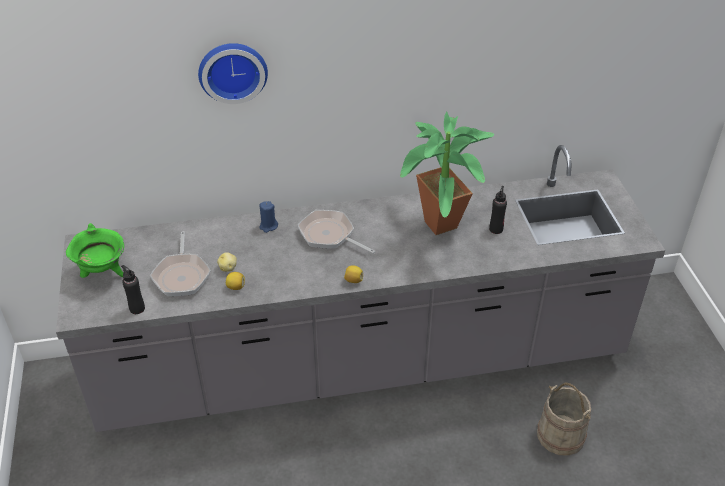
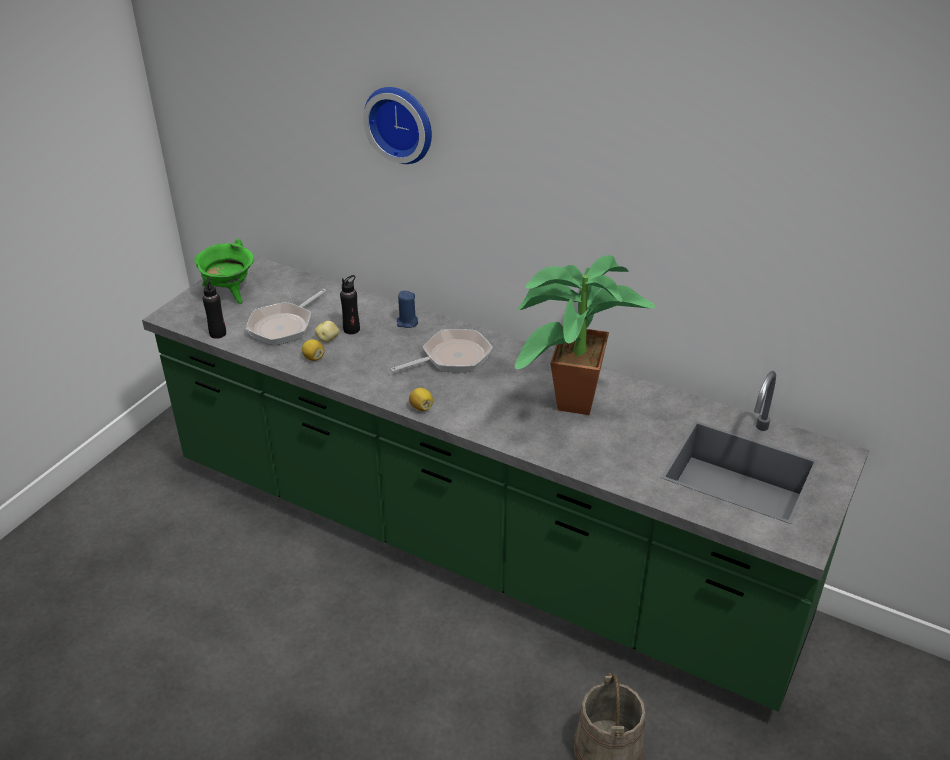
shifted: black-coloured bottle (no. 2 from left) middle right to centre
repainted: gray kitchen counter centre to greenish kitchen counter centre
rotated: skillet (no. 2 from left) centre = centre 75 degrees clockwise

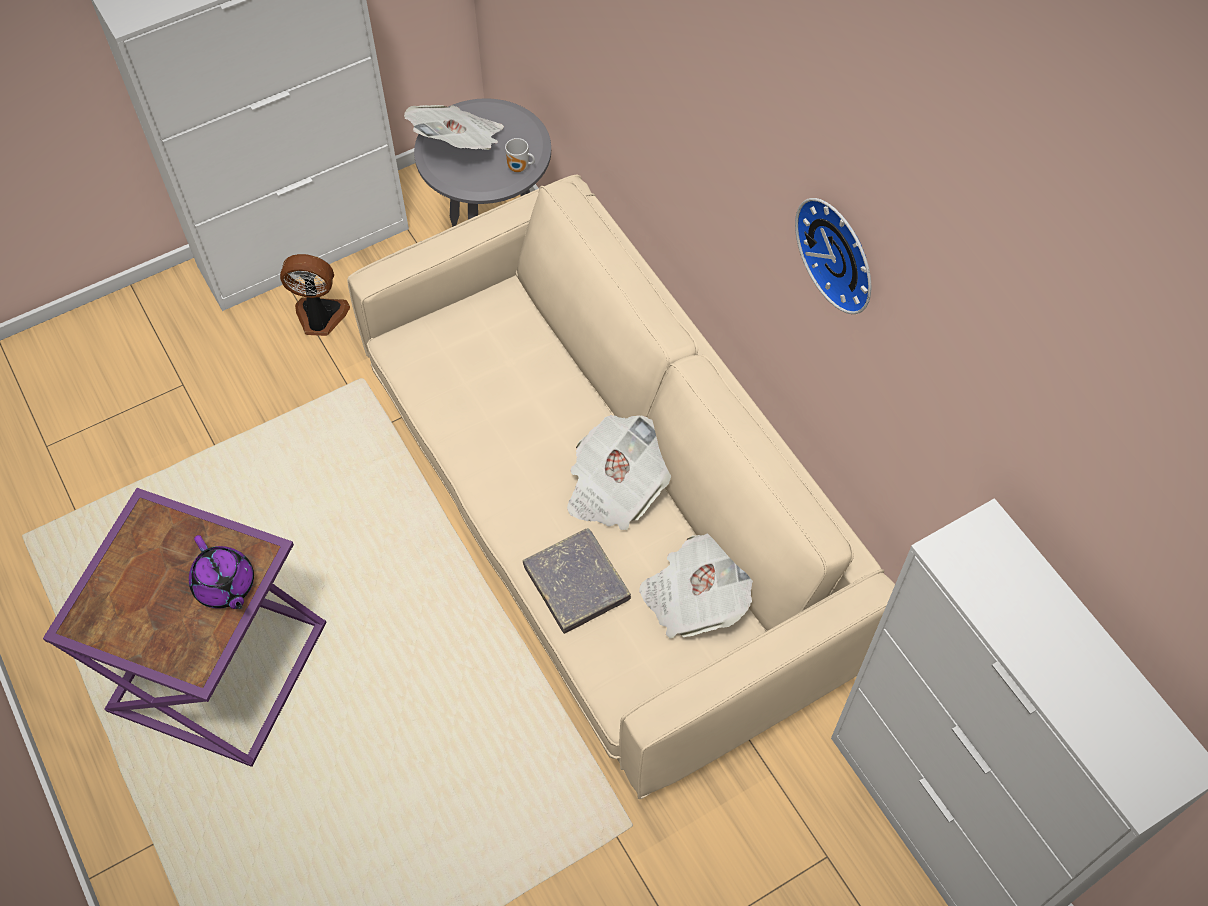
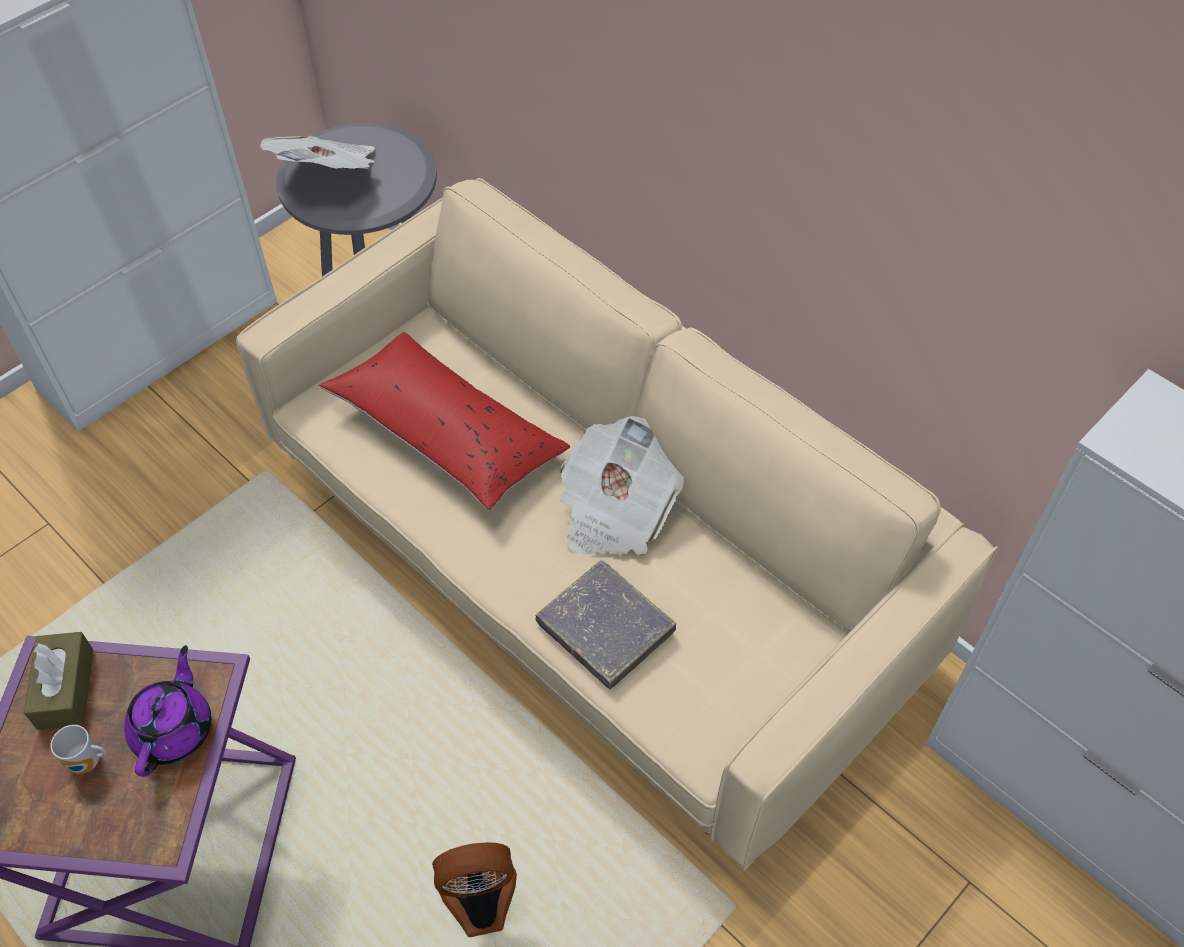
gone: printed paper (no. 3 from left) centre; wall clock top right
new: brown-coloured tissue holder bottom left; red throw pillow centre
shifted: mug top centre to bottom left; fan top left to bottom centre
rotated: purplish pot for tea middle left = bottom left 120 degrees counterclockwise

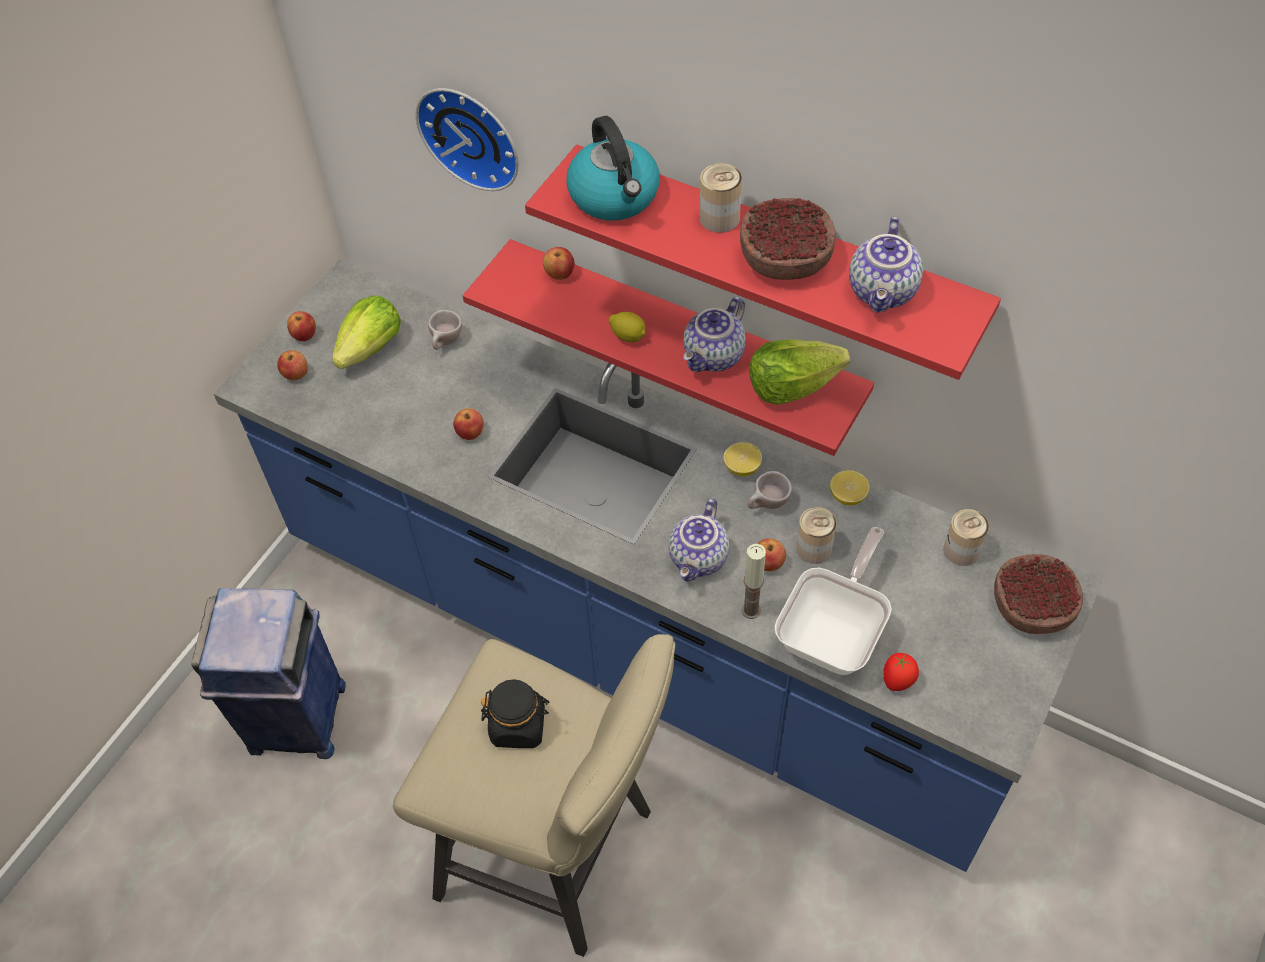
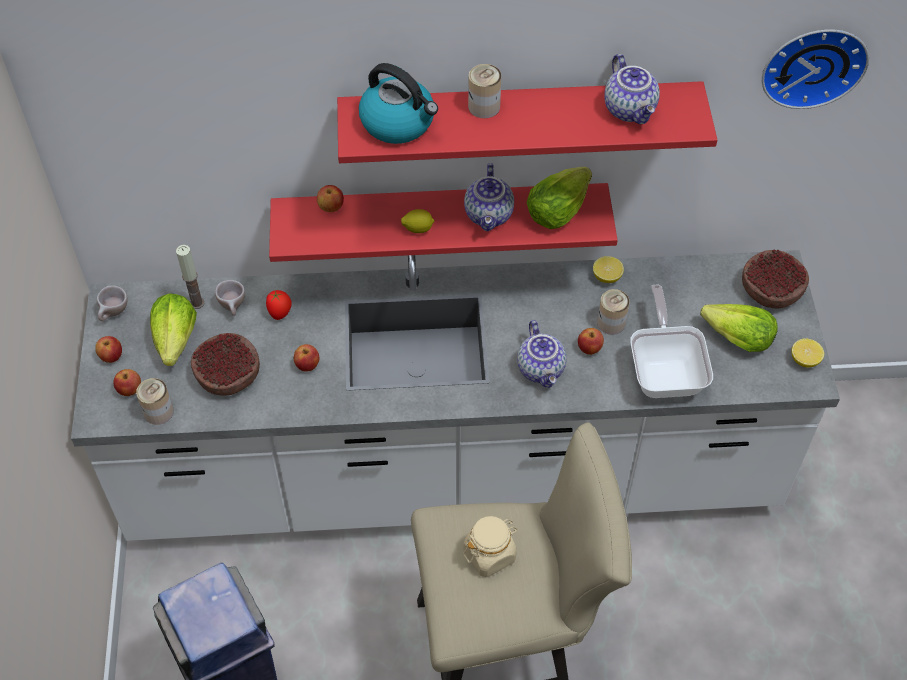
new: lettuce head (no. 3 from left) middle right
shifted: beige small cup (no. 2 from left in the first image) centre to beige small cup (no. 1 from left) middle left; metal can (no. 3 from left in the first image) middle right to metal can (no. 1 from left) middle left; candle centre to middle left; deep dish (no. 1 from left) top centre to middle left; whole tomato bottom right to middle left; wall clock top centre to top right; lemon (no. 2 from left in the first image) centre to lemon (no. 3 from left) middle right
repainted: blue kitchen counter centre to white-coloured kitchen counter centre; black-coloured preserve jar bottom centre to beige preserve jar bottom centre

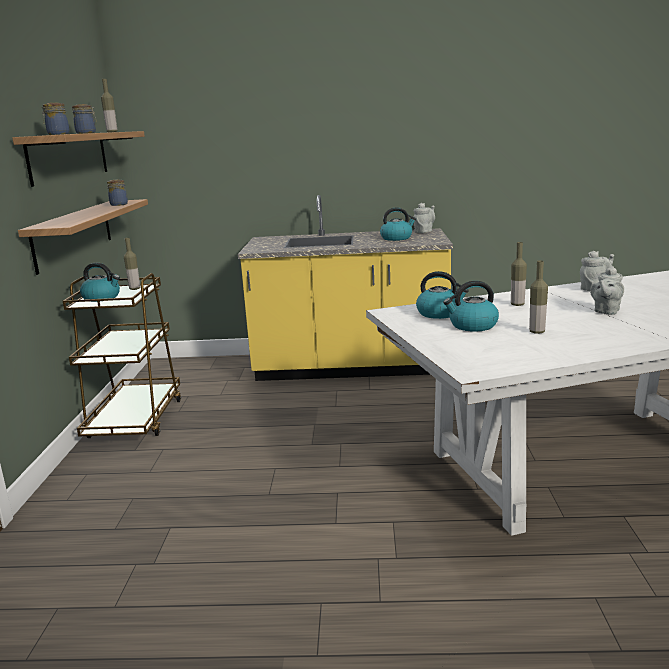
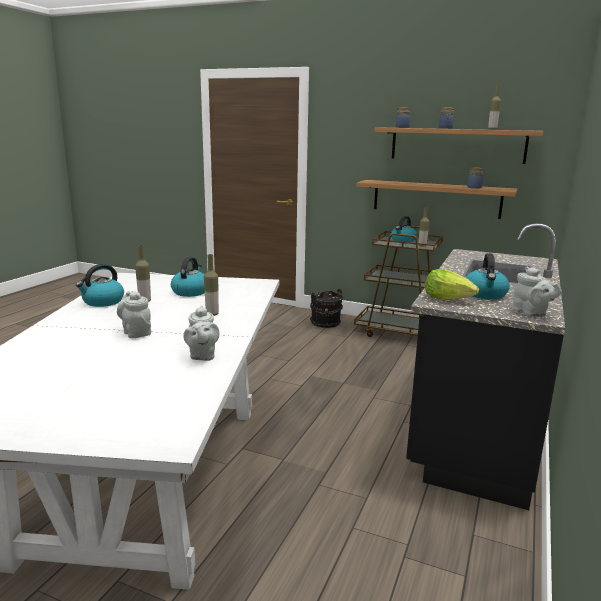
new: black-coloured water bucket centre; lettuce head middle right
shifted: water kettle (no. 3 from left in the first image) centre to water kettle (no. 1 from left) middle left
repainted: yellowish kitchen counter centre to black-coloured kitchen counter middle right

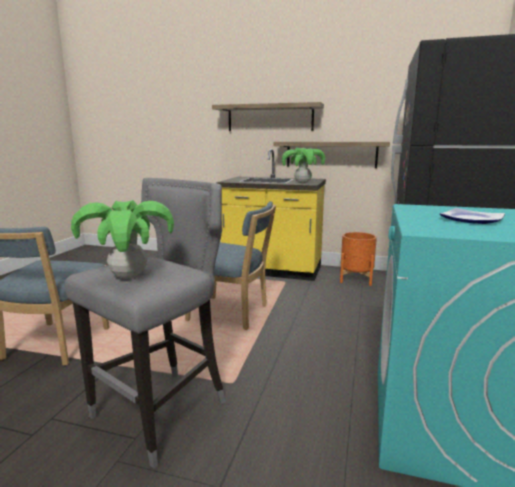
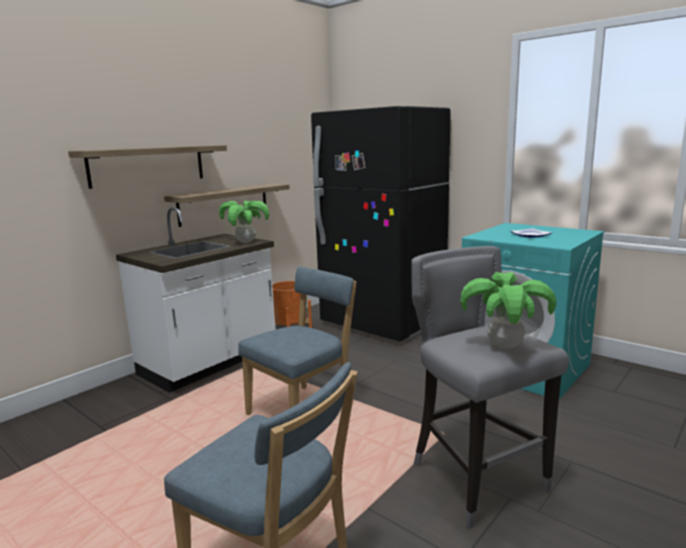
repainted: yellowish kitchen counter centre to white-coloured kitchen counter middle left

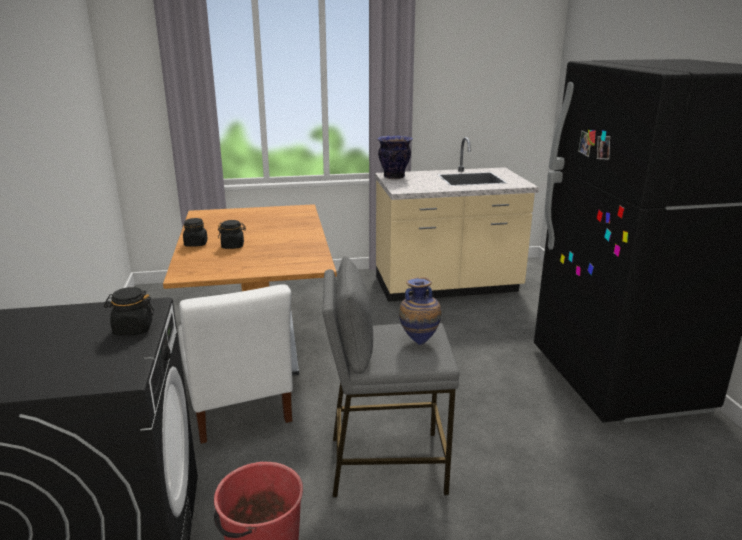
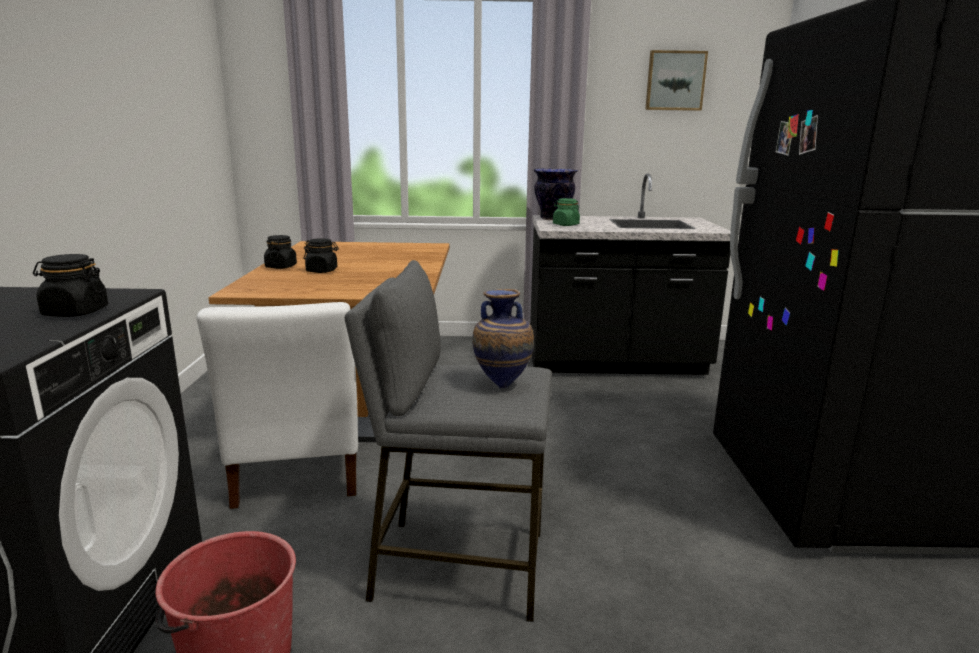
new: greenish preserve jar top centre; wall art top right
repainted: beige kitchen counter centre to black-coloured kitchen counter centre

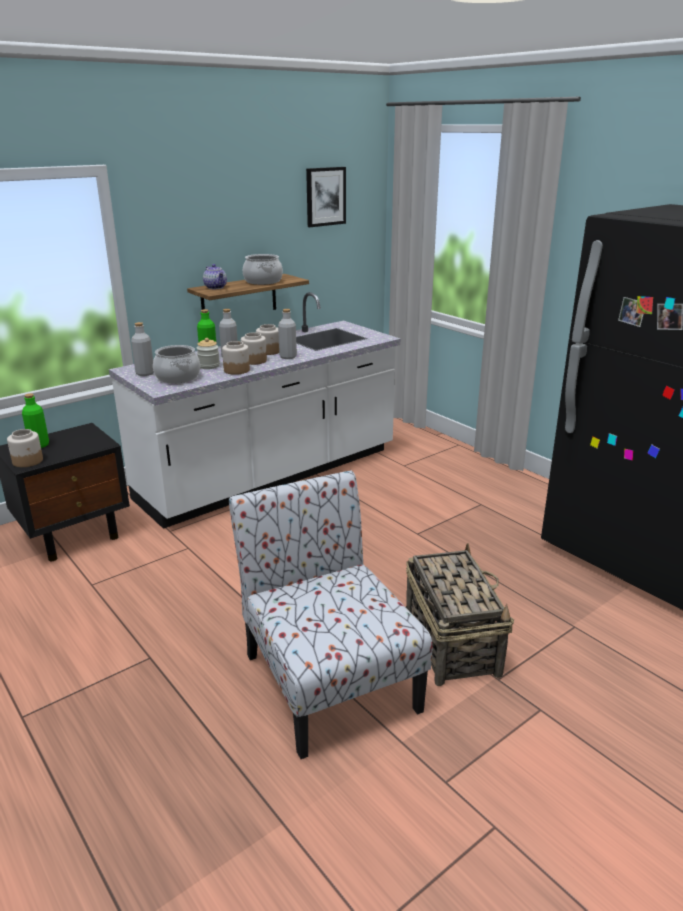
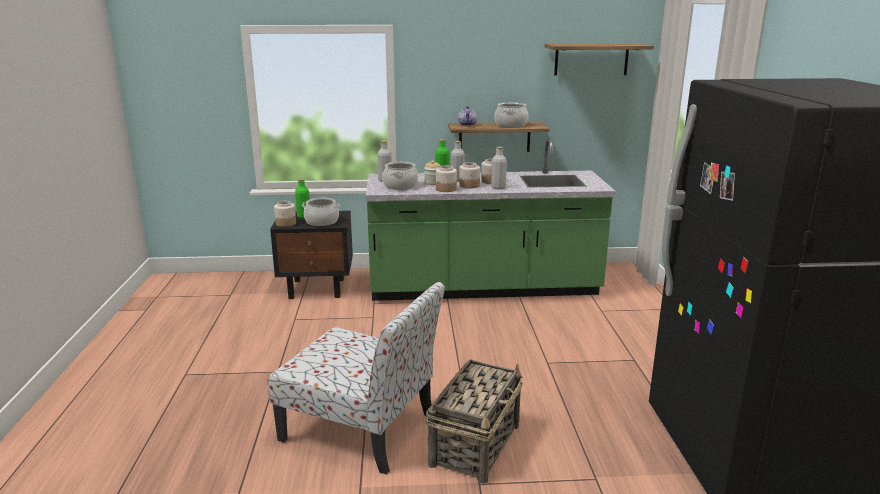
new: stockpot (no. 1 from left) centre
swapped: wall art top centre to wall shelf (no. 2 from left) top right
repainted: white-coloured kitchen counter centre to greenish kitchen counter centre
rotated: plain chair bottom centre = bottom centre 105 degrees clockwise

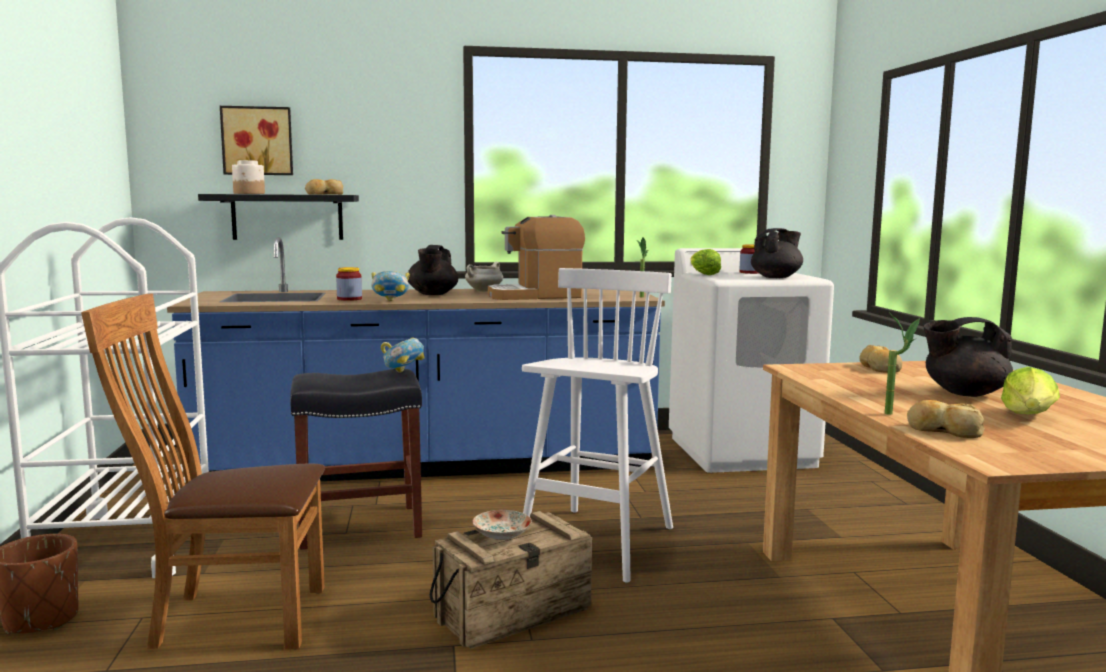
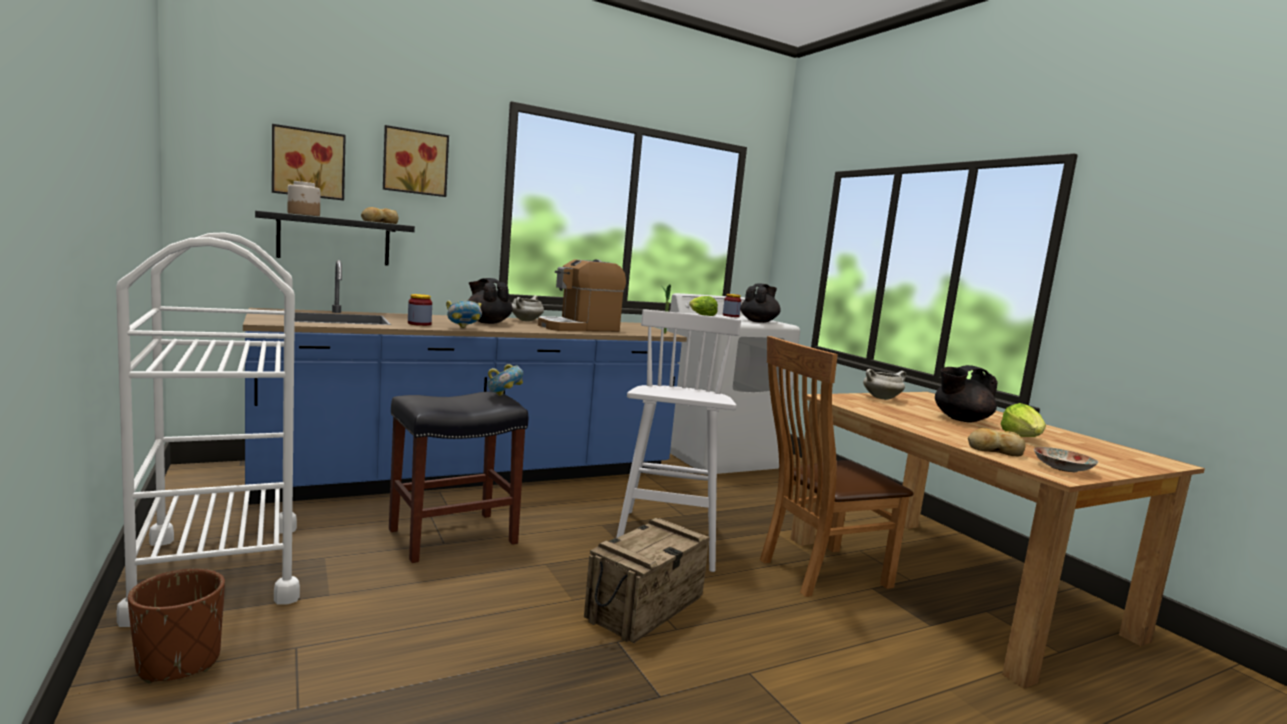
gone: houseplant (no. 2 from left) middle right
new: wall art (no. 2 from left) top left
shifted: brown-coloured plain chair bottom left to centre; flat dish bottom centre to middle right
swapped: bread (no. 2 from left) middle right to white-coloured stockpot (no. 2 from left) middle right
rotated: black-coloured pot for tea (no. 1 from left) centre = centre 150 degrees clockwise

